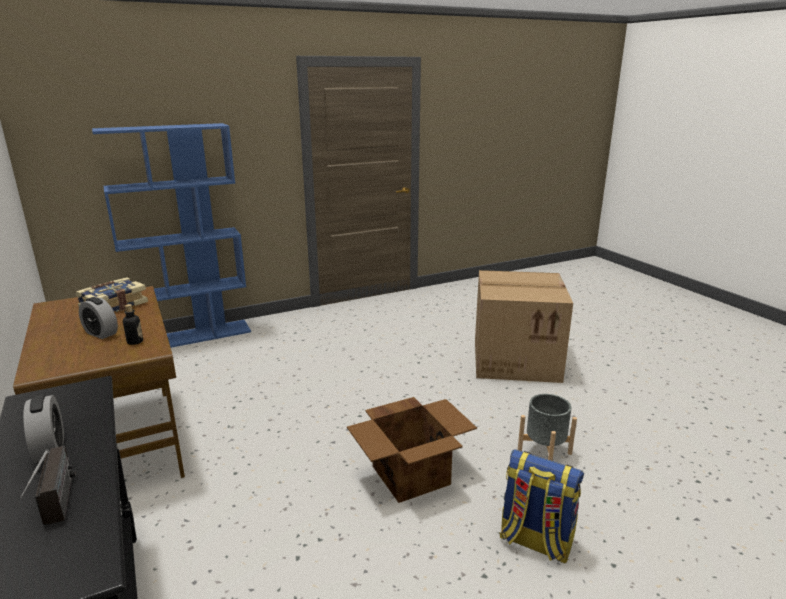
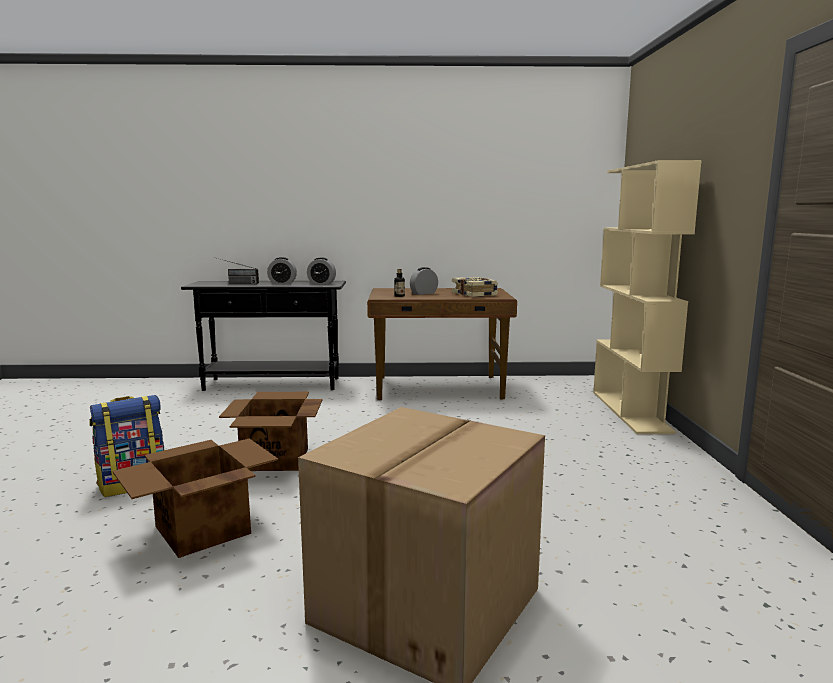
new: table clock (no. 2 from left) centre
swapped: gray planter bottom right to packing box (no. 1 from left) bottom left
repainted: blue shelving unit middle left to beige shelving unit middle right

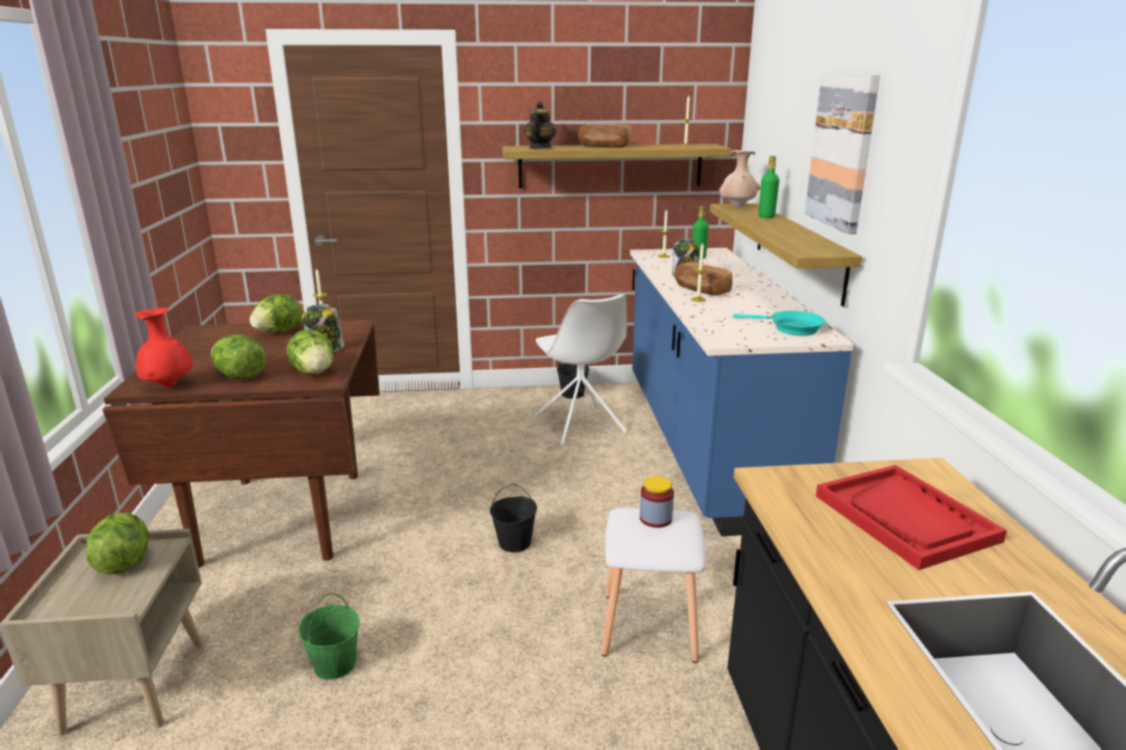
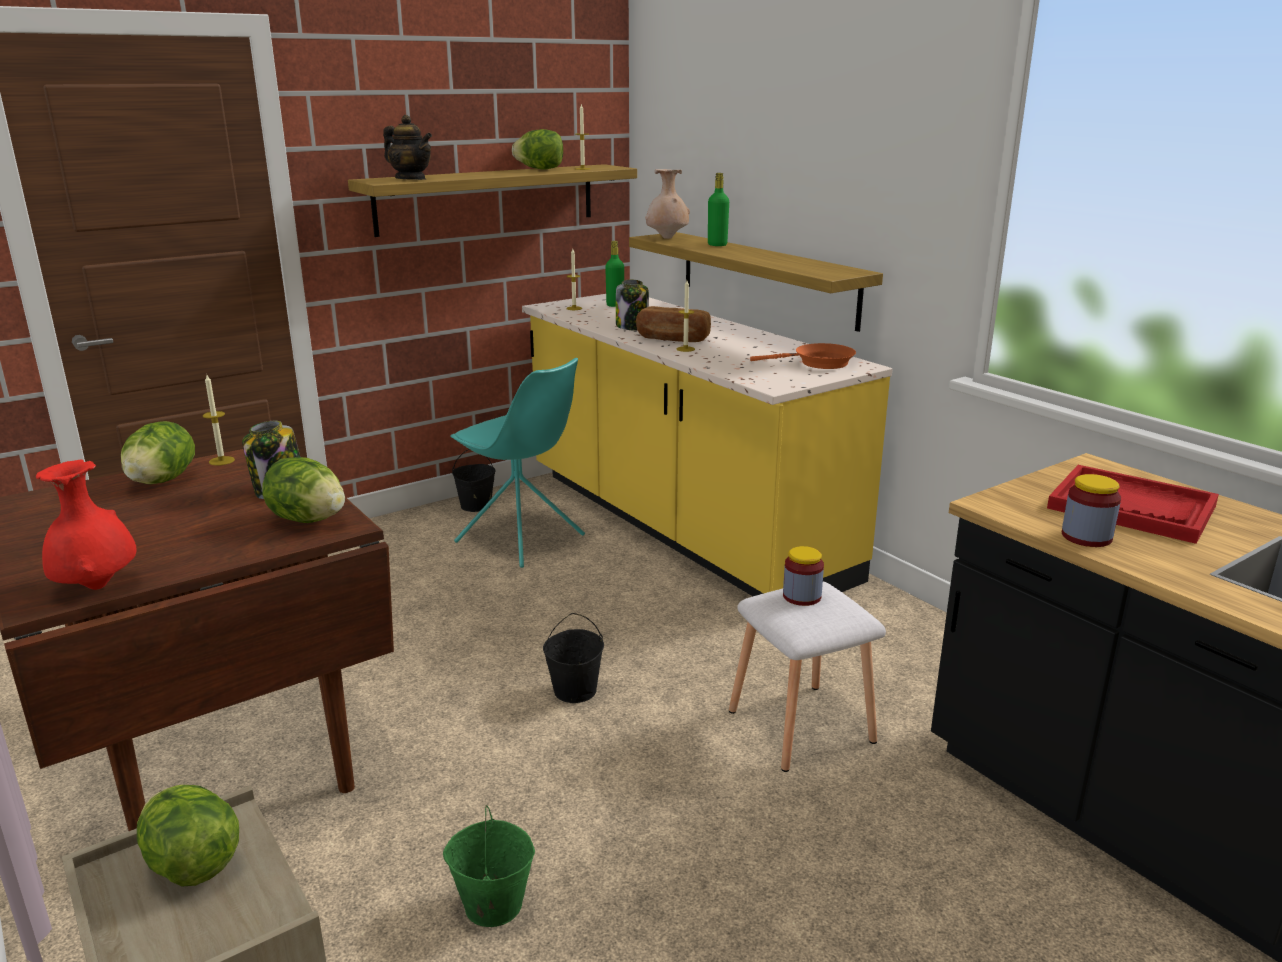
gone: bread (no. 1 from left) top centre; wall art top right
new: preserve jar (no. 4 from left) middle right
shifted: lettuce head (no. 2 from left in the first image) middle left to lettuce head (no. 4 from left) top centre
repainted: white-coloured plain chair centre to turquoise-coloured plain chair centre; blue kitchen counter centre to yellowish kitchen counter centre; turquoise-coloured skillet middle right to orangey skillet centre
rotated: pot for tea top centre = top left 135 degrees clockwise

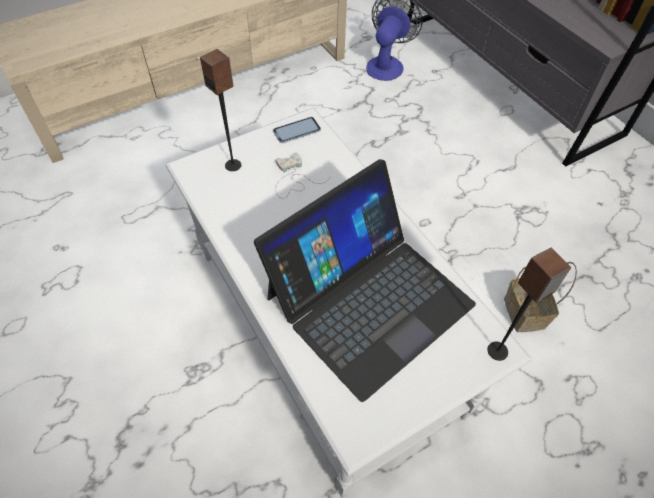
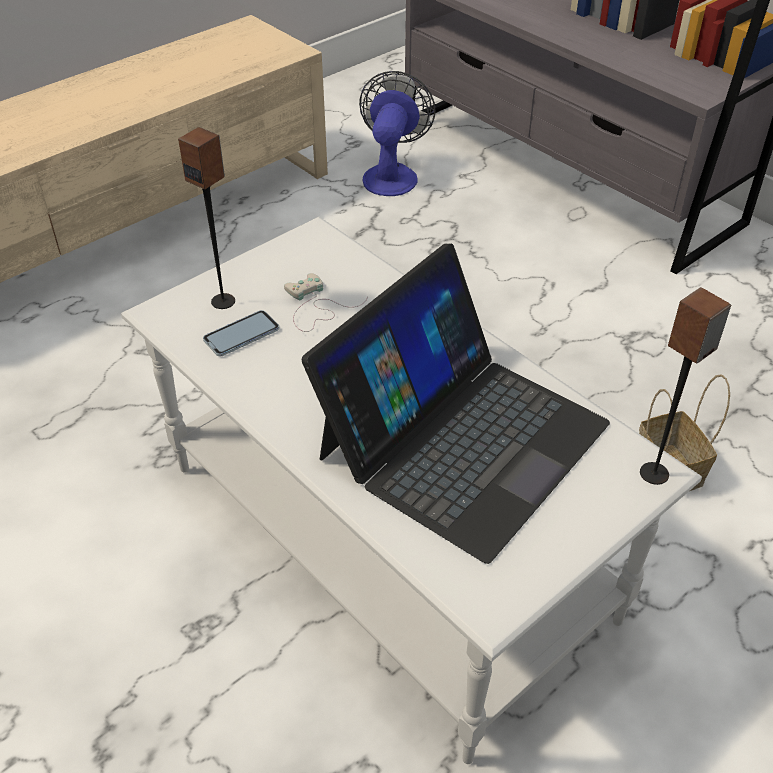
shifted: handset top centre to middle left

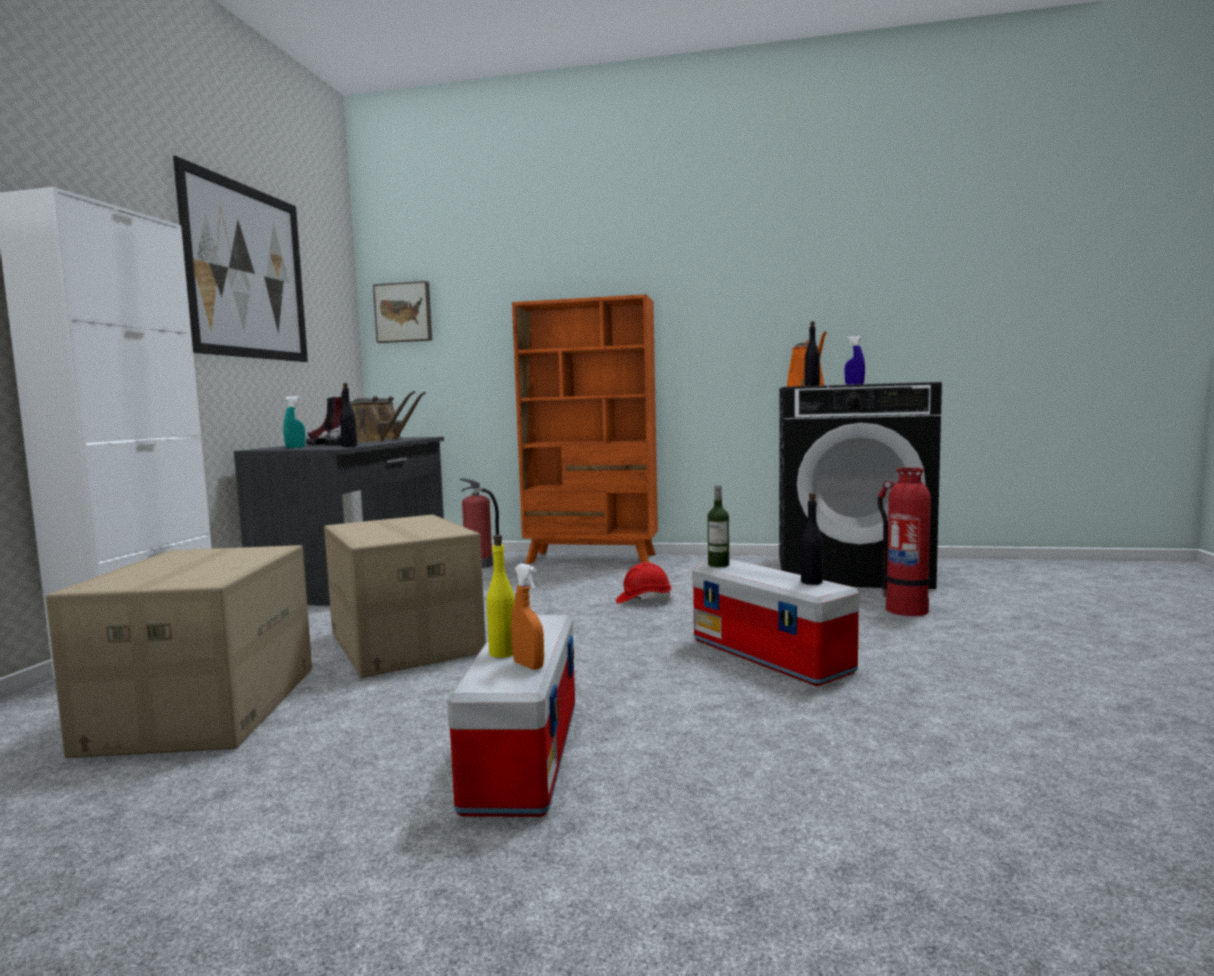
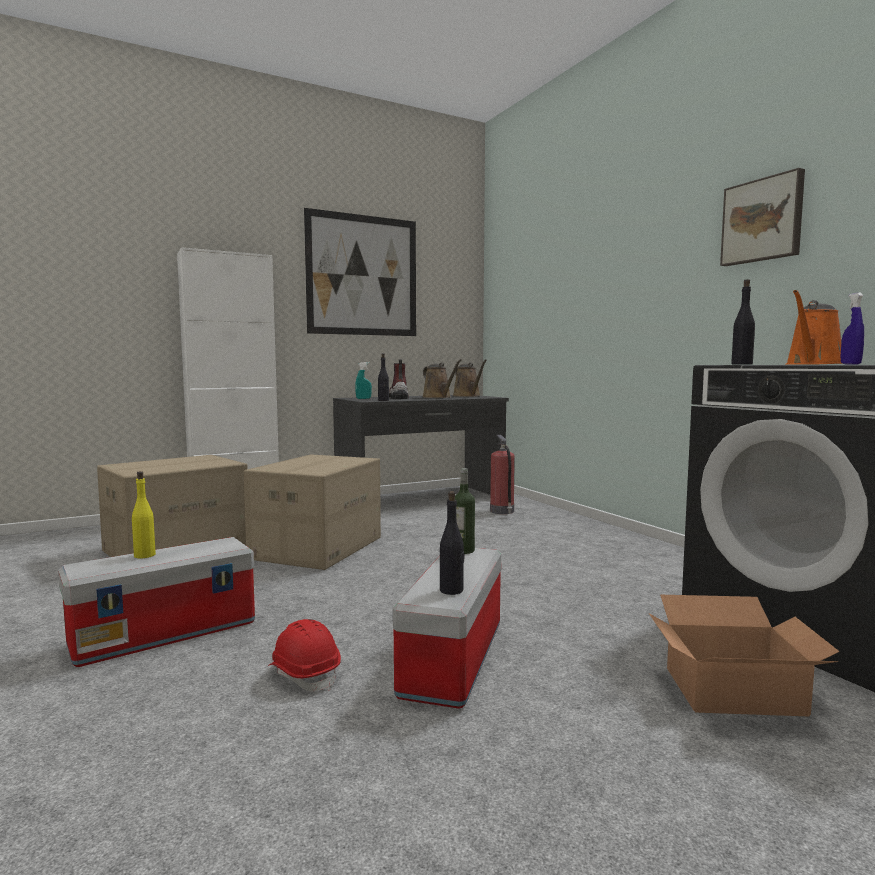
gone: orangey hand sprayer centre; orangey shelving unit centre
shifted: red work helmet centre to bottom centre; wall art (no. 2 from left) top left to top right
swapped: fire extinguisher (no. 2 from left) middle right to packing box (no. 3 from left) bottom right

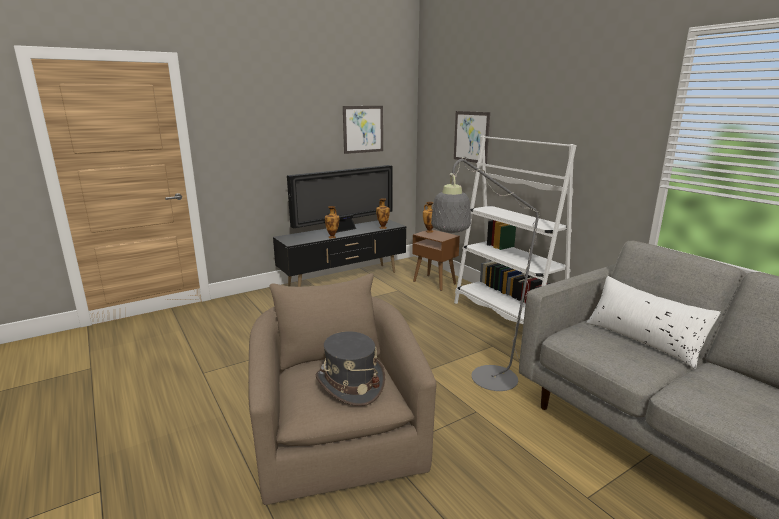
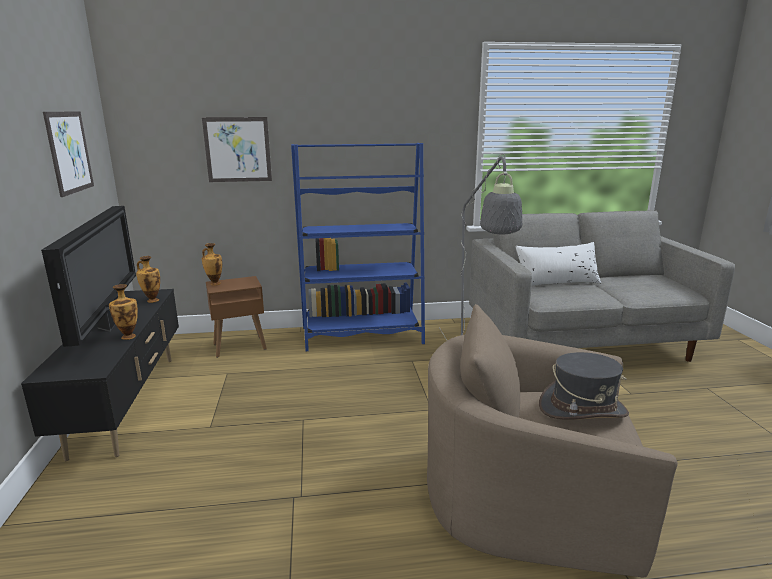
repainted: white-coloured shelving unit centre to blue shelving unit centre

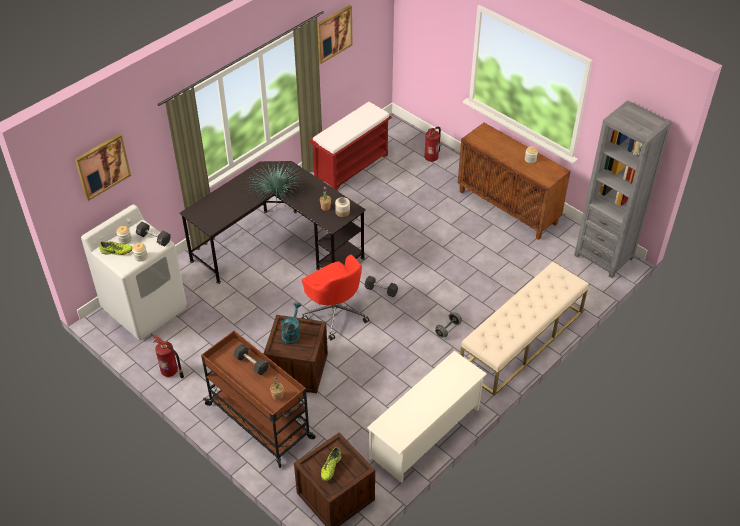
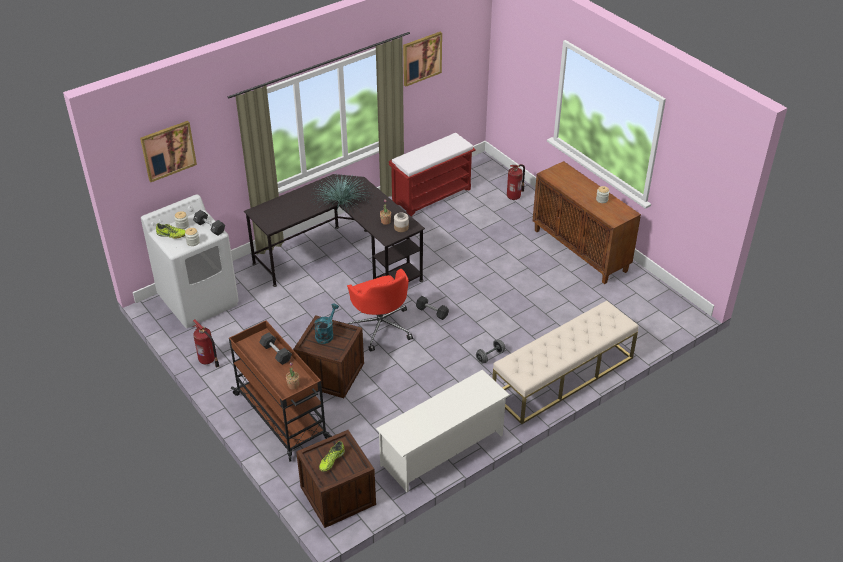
gone: gray shelving unit middle right

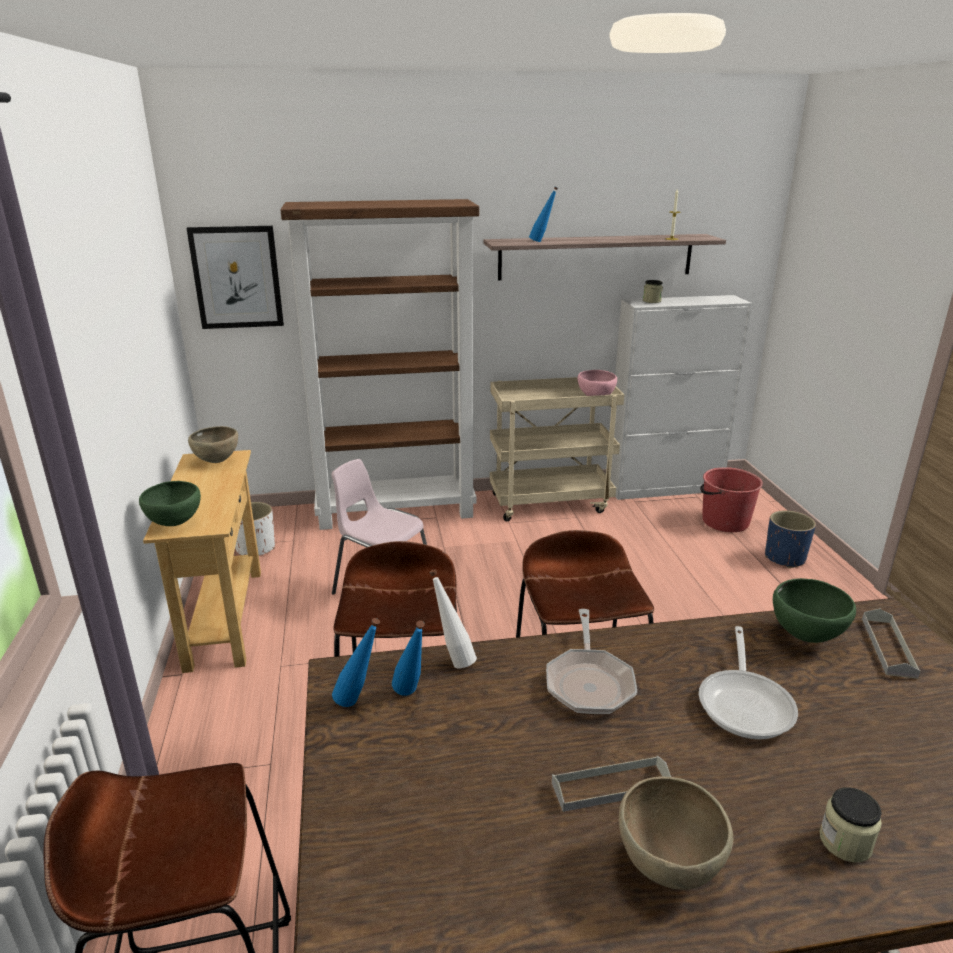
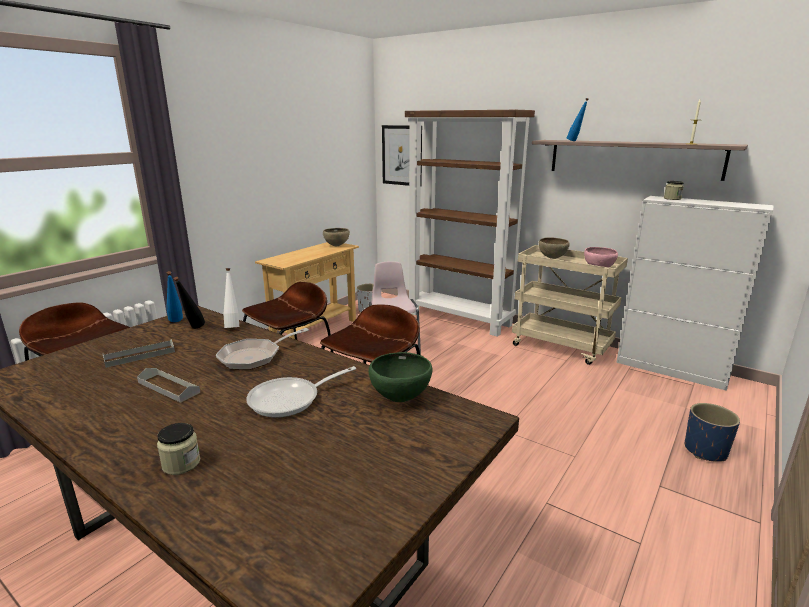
gone: greenish deep dish (no. 1 from left) middle left; red water bucket middle right
shifted: gray carrying tray (no. 2 from left in the first image) bottom right to gray carrying tray (no. 1 from left) middle left; brown-coloured deep dish (no. 2 from left) bottom right to middle right
repainted: blue bottle (no. 2 from left) bottom centre to black-coloured bottle middle left

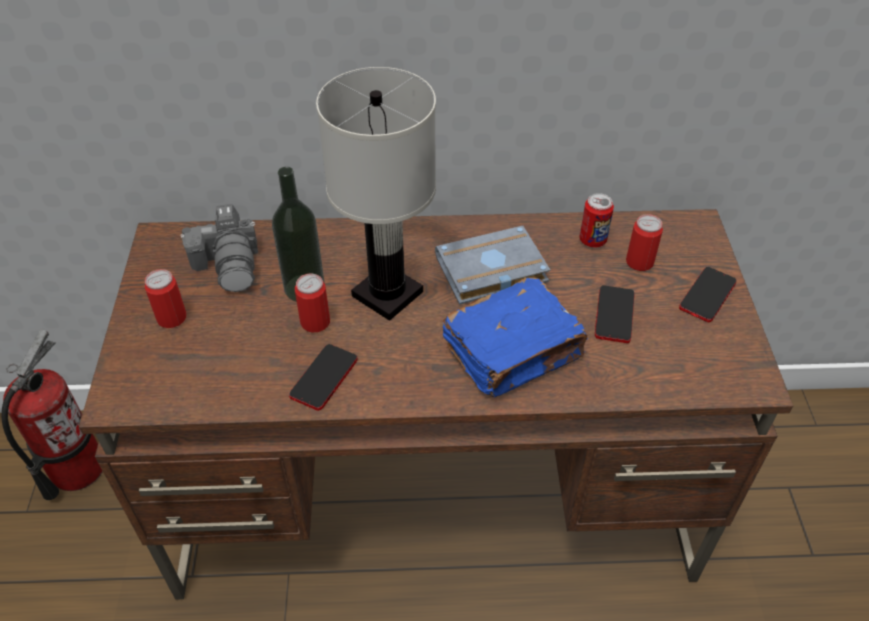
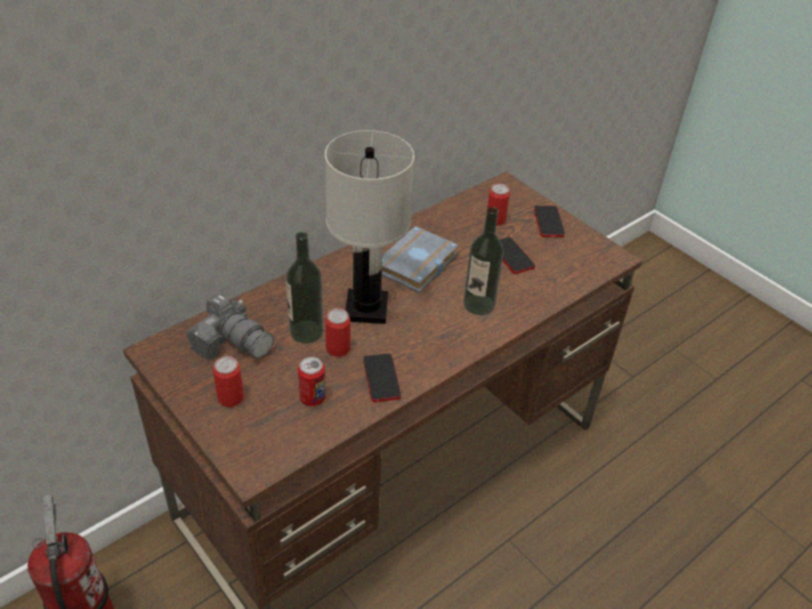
shifted: metal can (no. 3 from left in the first image) middle right to metal can (no. 2 from left) centre
swapped: blue bound book centre to bottle (no. 2 from left) centre

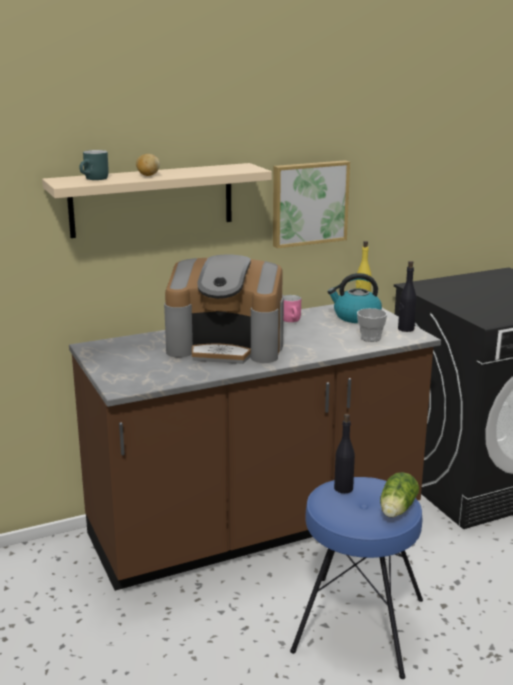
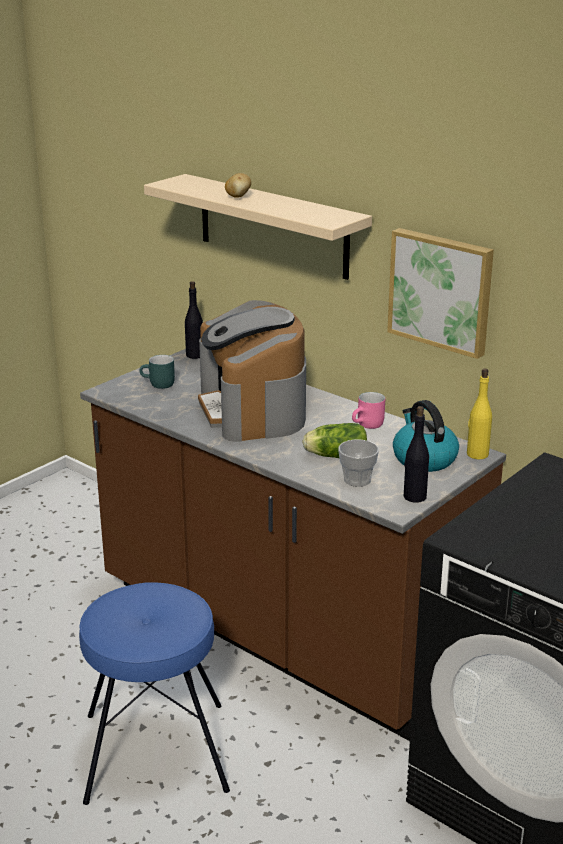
shifted: turquoise-coloured mug top left to middle left; black-coloured bottle (no. 1 from left) middle right to centre; lettuce head bottom right to centre

